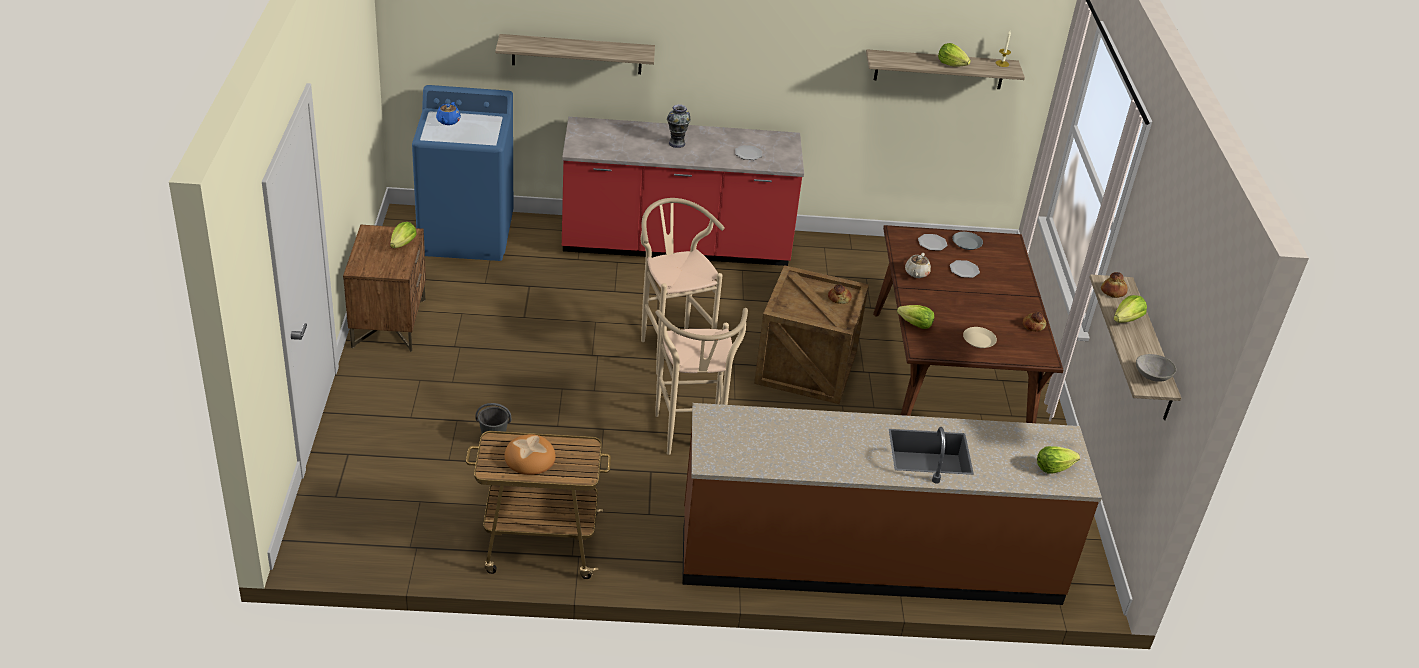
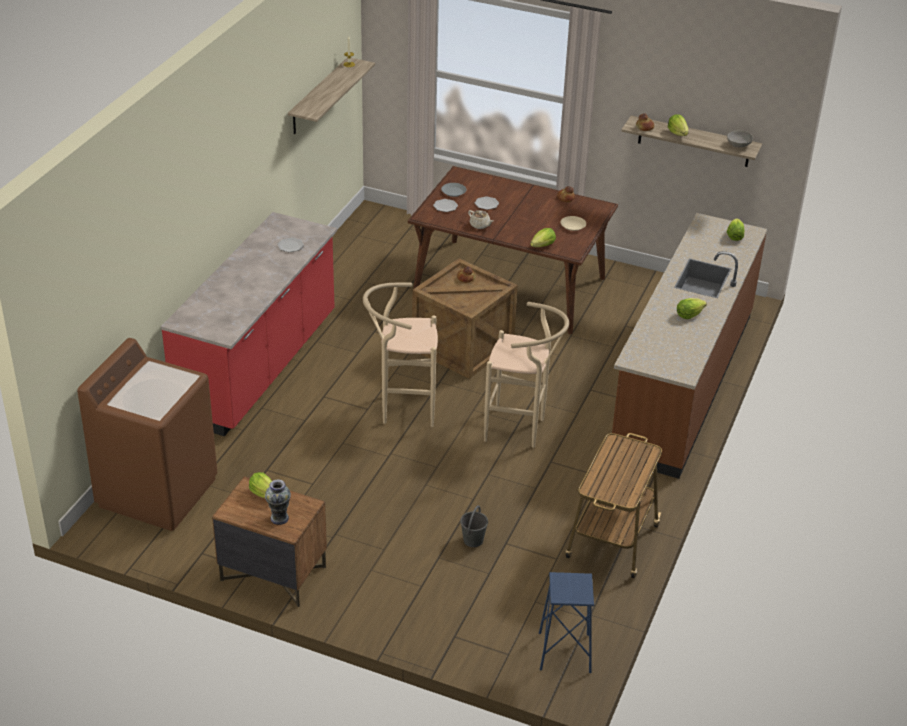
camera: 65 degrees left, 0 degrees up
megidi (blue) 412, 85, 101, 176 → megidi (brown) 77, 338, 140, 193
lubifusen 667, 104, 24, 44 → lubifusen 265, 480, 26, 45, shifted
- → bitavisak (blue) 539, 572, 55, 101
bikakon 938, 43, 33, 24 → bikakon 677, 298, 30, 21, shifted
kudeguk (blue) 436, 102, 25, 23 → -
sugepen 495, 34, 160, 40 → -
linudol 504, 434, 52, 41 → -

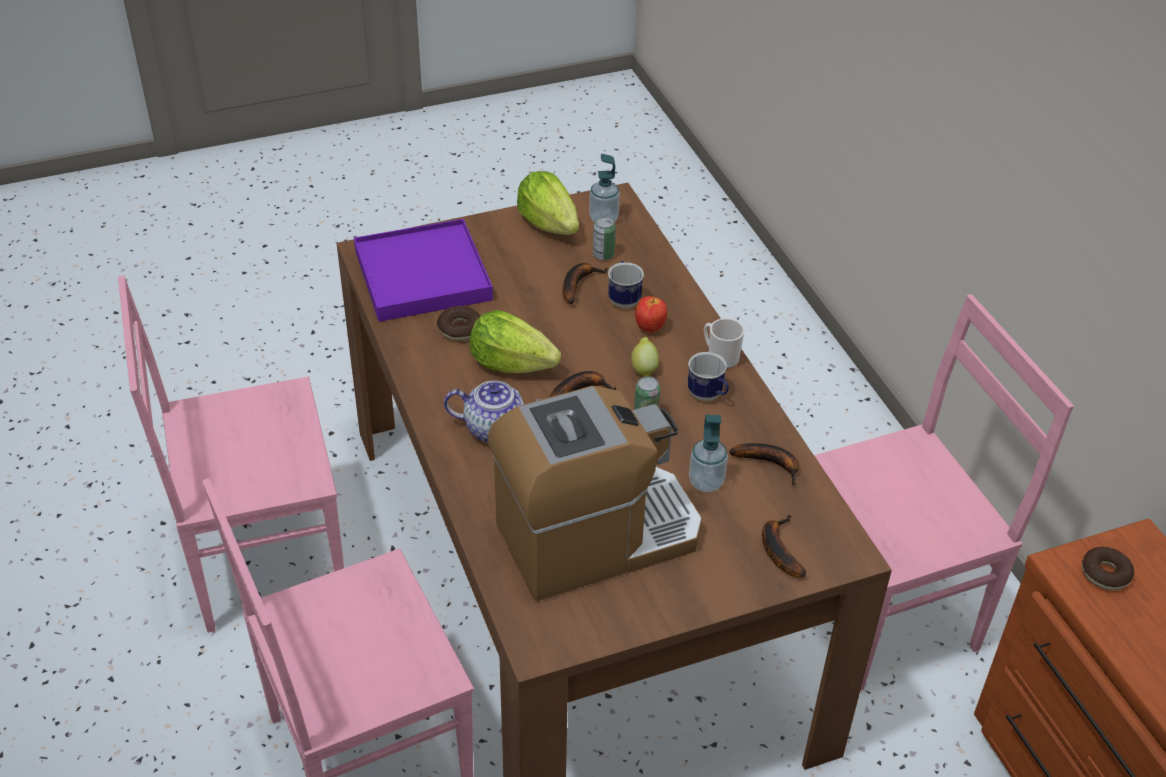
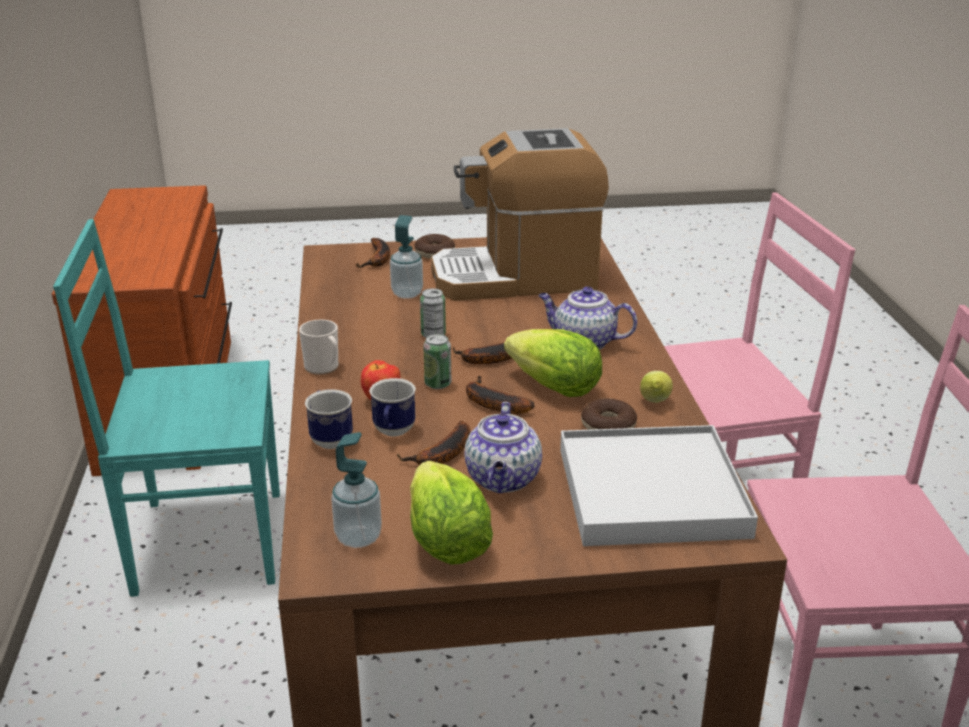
camera: 165 degrees left, 15 degrees down
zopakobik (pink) 814, 294, 260, 397 → zopakobik (turquoise) 53, 219, 227, 378
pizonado 687, 352, 42, 49 → pizonado 305, 390, 48, 59, shifted
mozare 1082, 547, 52, 44 → mozare 414, 234, 41, 25, shifted
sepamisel 593, 217, 23, 43 → sepamisel 423, 334, 28, 55, shifted
- → kudeguk 465, 402, 77, 91
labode 729, 443, 70, 43 → labode 466, 376, 69, 38, shifted
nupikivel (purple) 354, 219, 139, 103 → nupikivel (white) 560, 425, 198, 121
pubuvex 631, 337, 28, 39 → pubuvex 640, 371, 33, 32, shifted

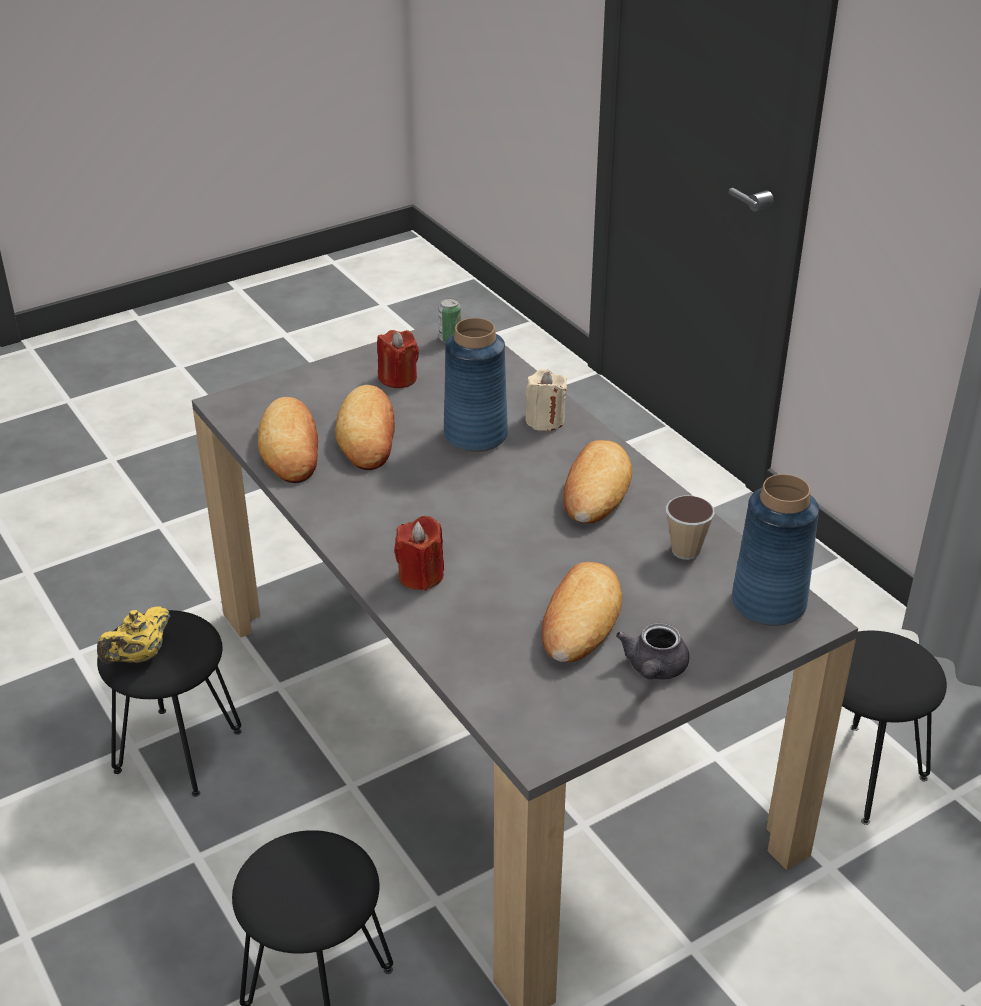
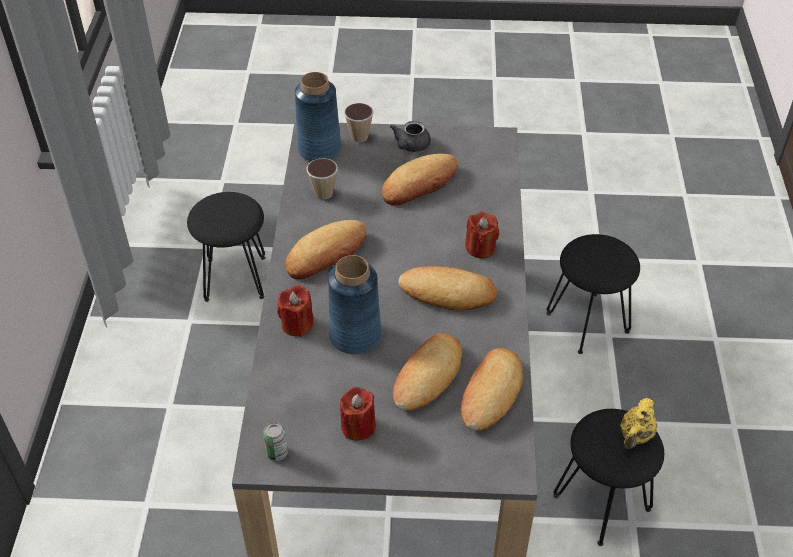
camera: 145 degrees left, 10 degrees up
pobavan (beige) 526, 369, 41, 62 → pobavan (red) 277, 285, 36, 52
- → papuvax 344, 103, 30, 39
kudeguk (grey) 616, 623, 73, 57 → kudeguk (grey) 390, 121, 41, 31, 150 degrees clockwise
- → linudol 398, 266, 99, 44
kudeguk (yellow) 97, 606, 74, 58 → kudeguk (yellow) 620, 398, 37, 51, 135 degrees clockwise

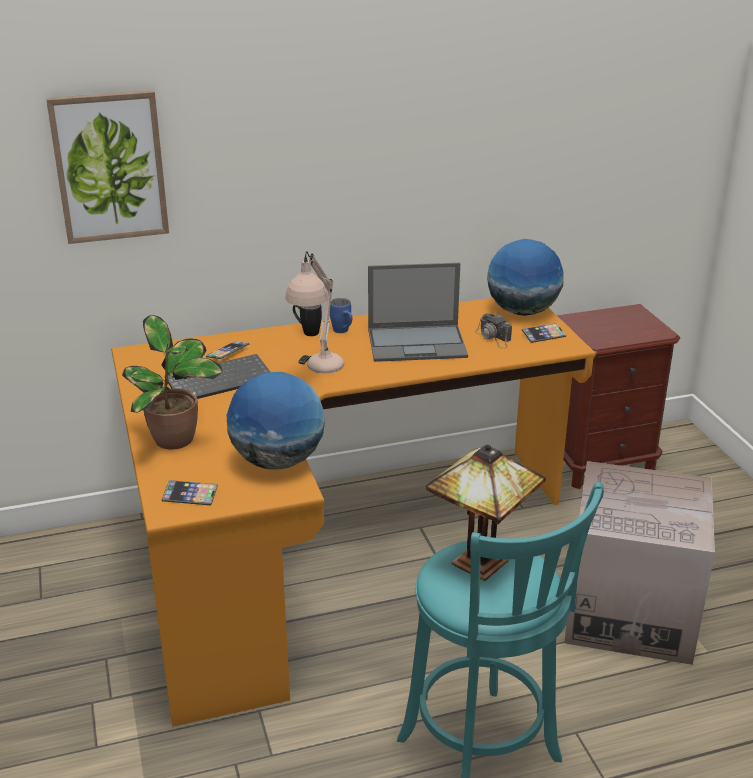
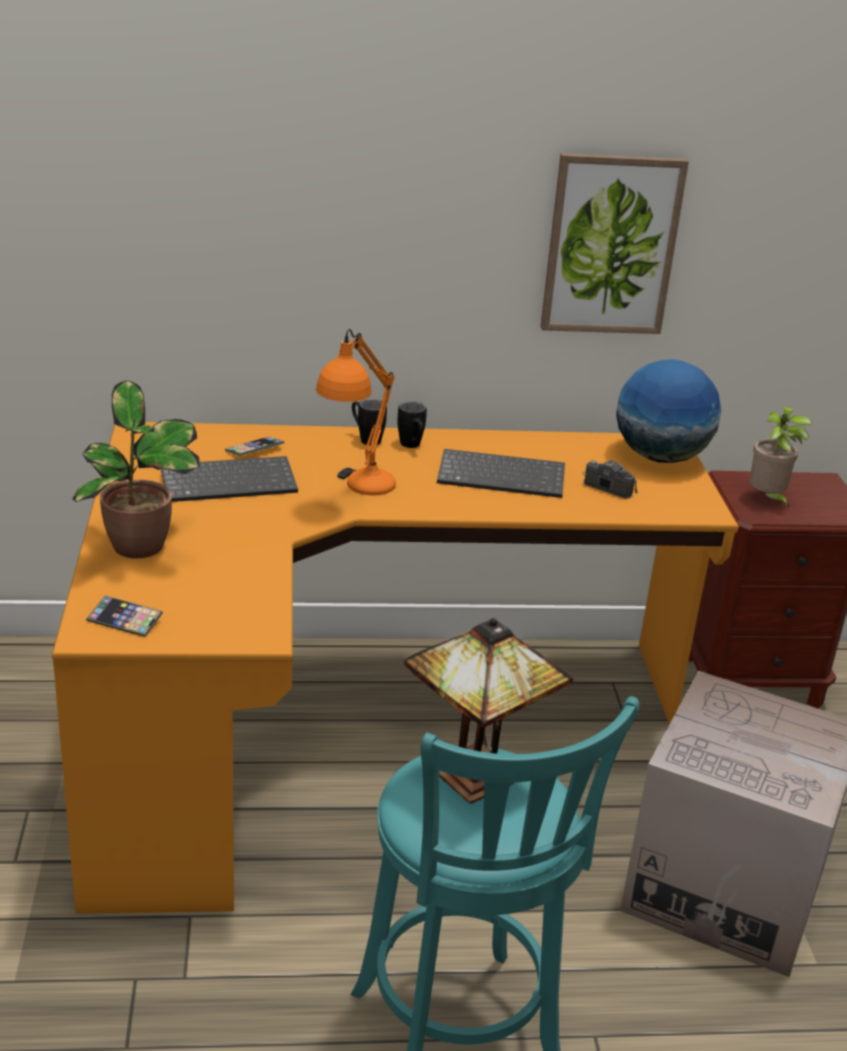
camera: 10 degrees right, 0 degrees up
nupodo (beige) 286, 251, 58, 122 → nupodo (orange) 316, 329, 80, 167
pizonado (blue) 330, 298, 22, 35 → pizonado (black) 397, 401, 30, 47
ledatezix 368, 263, 100, 99 → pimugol 437, 449, 128, 49
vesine 46, 90, 123, 154 → vesine 540, 153, 149, 181, shifted
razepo 475, 313, 37, 36 → razepo 582, 460, 56, 39, 150 degrees clockwise
- → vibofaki 750, 406, 62, 102
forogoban 227, 372, 98, 98 → -
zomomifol 522, 323, 44, 20 → -

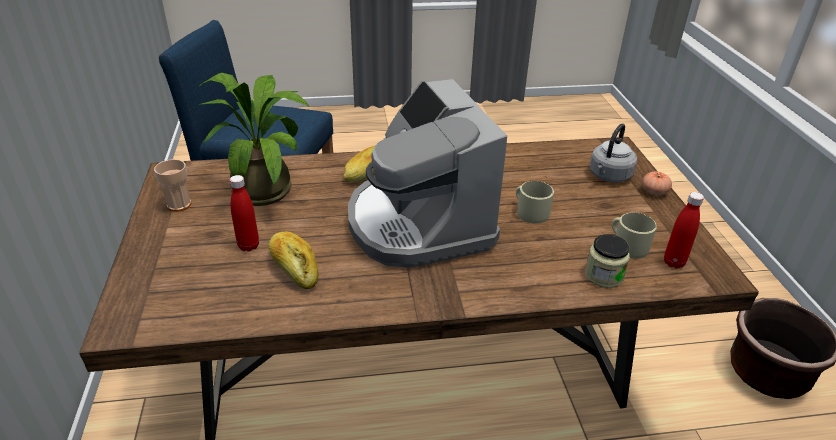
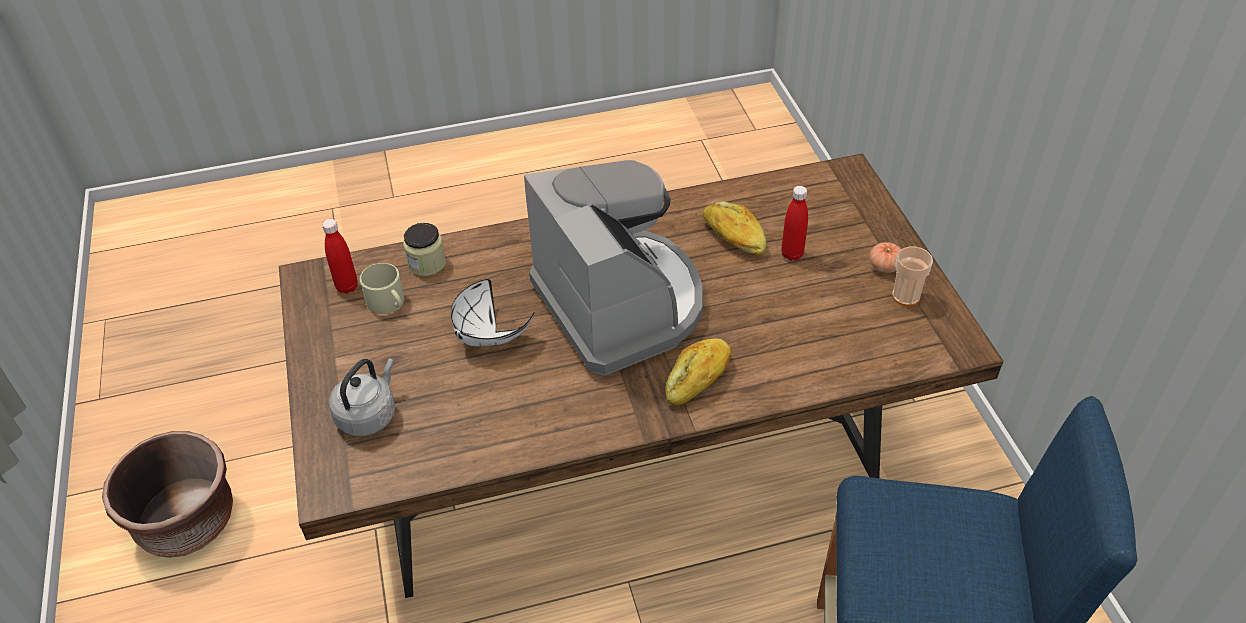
camera: 175 degrees right, 10 degrees up
pizonado (beige) 516, 181, 38, 43 → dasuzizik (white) 451, 279, 84, 68
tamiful 642, 172, 30, 23 → tamiful 869, 242, 32, 31, shifted
vibofaki 199, 73, 110, 133 → -

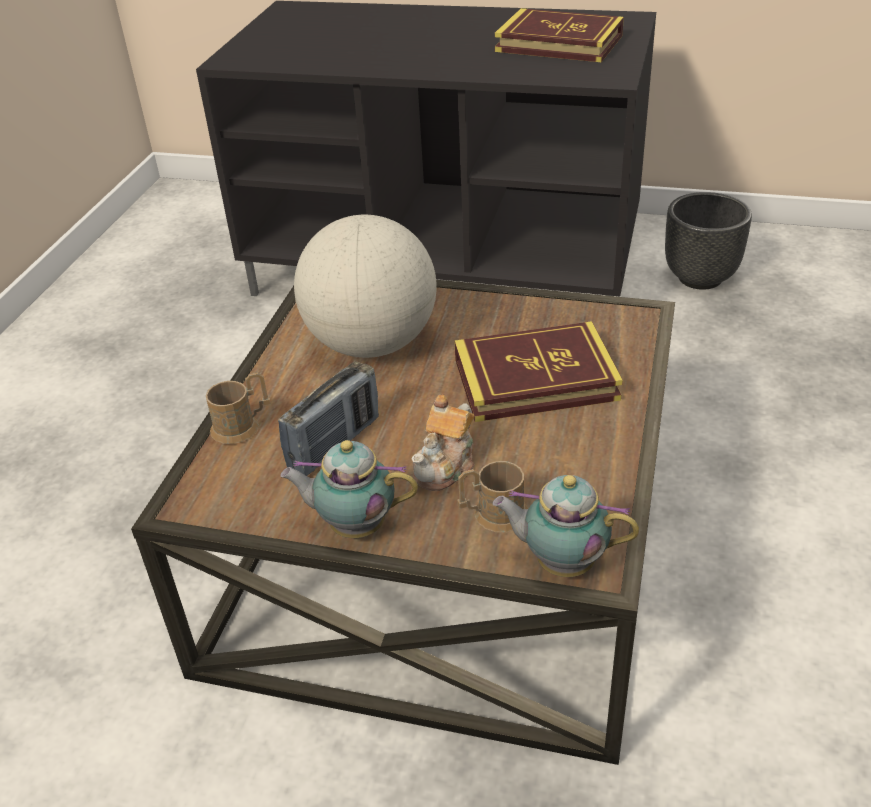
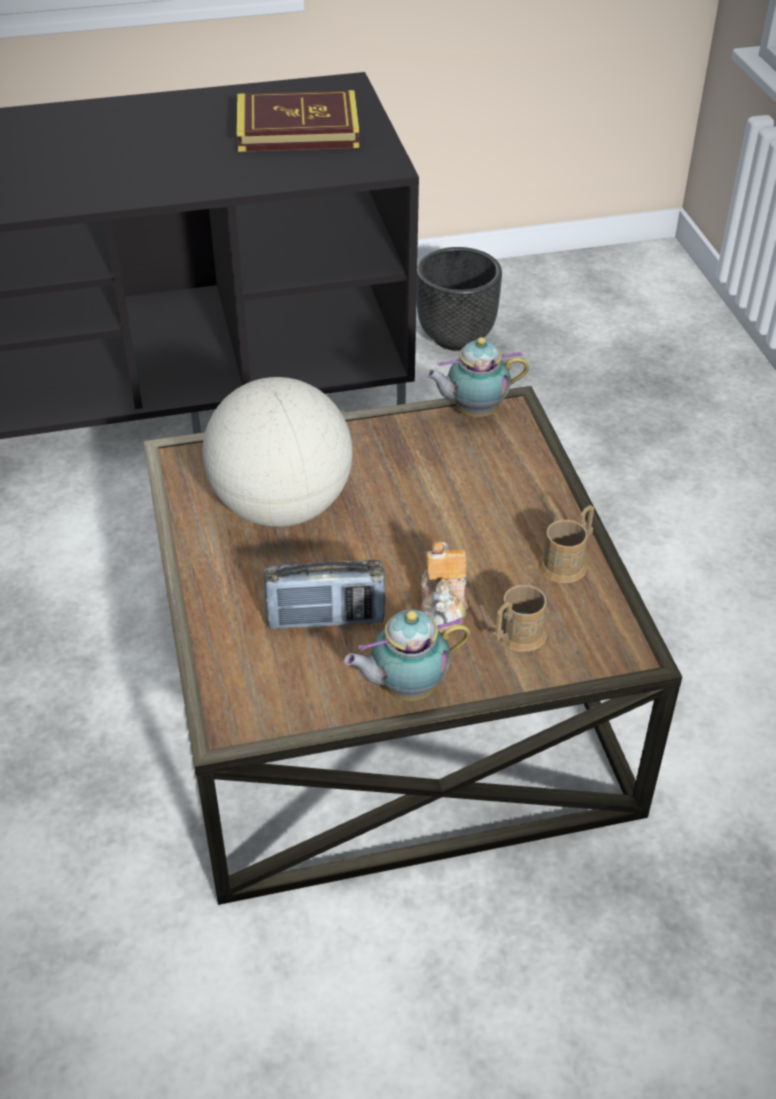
camera: 30 degrees left, 5 degrees up
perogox 278, 361, 101, 115 → perogox 264, 560, 121, 69, 75 degrees clockwise
kudeguk 493, 475, 146, 102 → kudeguk 425, 337, 104, 80, shifted
pizonado (brown) 206, 373, 65, 71 → pizonado (brown) 538, 505, 56, 78, shifted
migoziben 455, 321, 168, 101 → -

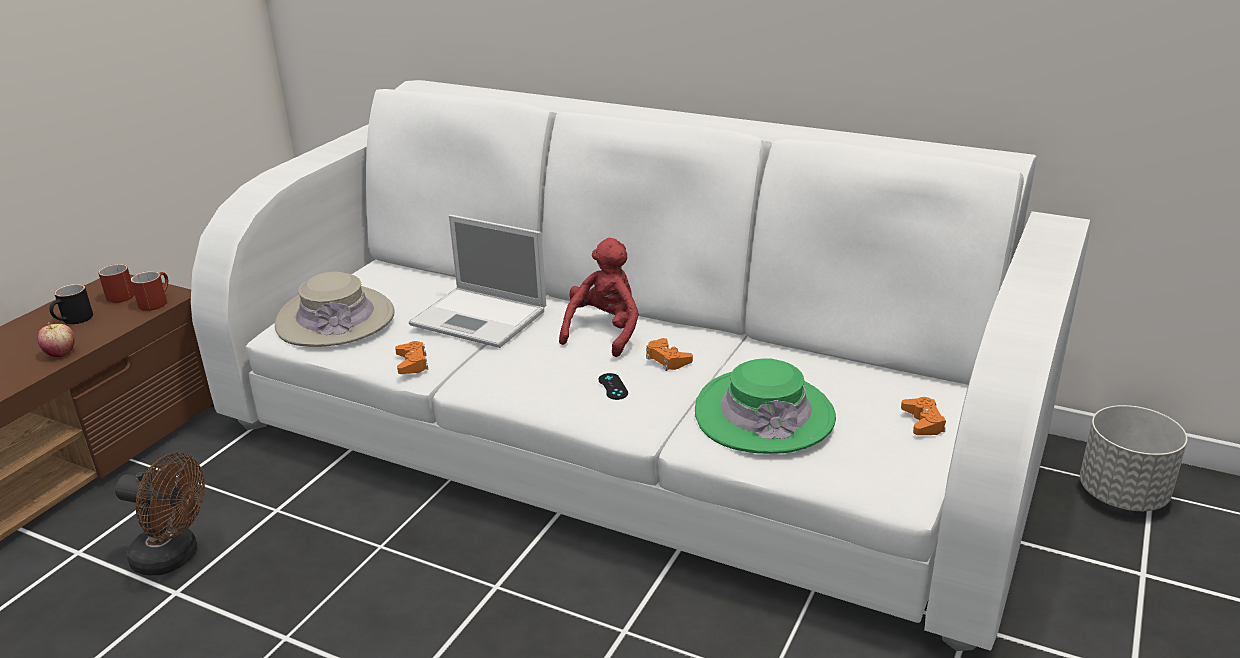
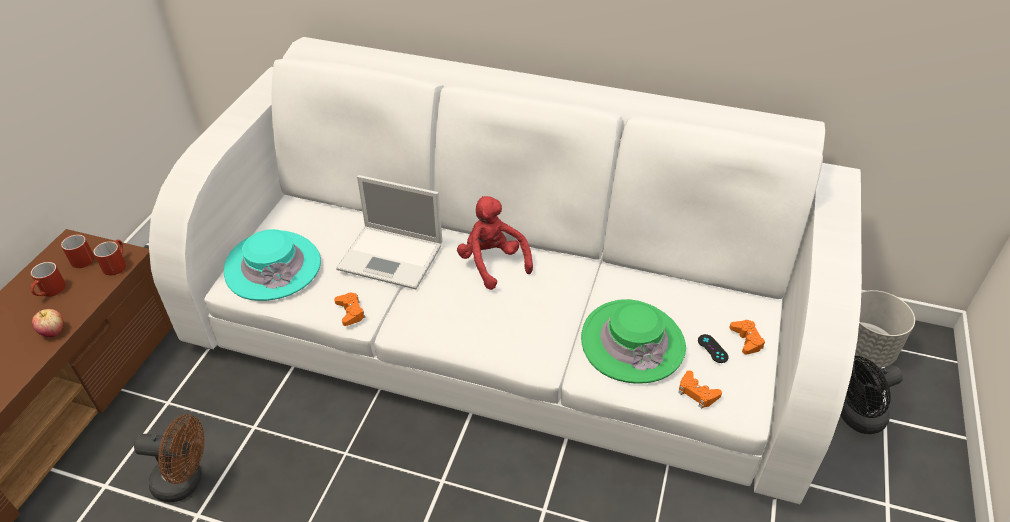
camera: 10 degrees left, 15 degrees up
pizonado (black) 49, 284, 44, 40 → pizonado (red) 31, 262, 35, 35
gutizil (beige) 275, 272, 119, 75 → gutizil (turquoise) 224, 229, 97, 72
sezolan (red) 559, 238, 80, 119 → sezolan (red) 457, 196, 76, 94, 45 degrees counterclockwise
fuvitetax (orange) 646, 338, 47, 33 → fuvitetax (orange) 678, 370, 44, 38, shifted
fuvitetax (black) 599, 373, 29, 27 → fuvitetax (black) 698, 334, 31, 29, shifted
- → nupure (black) 840, 356, 63, 78

